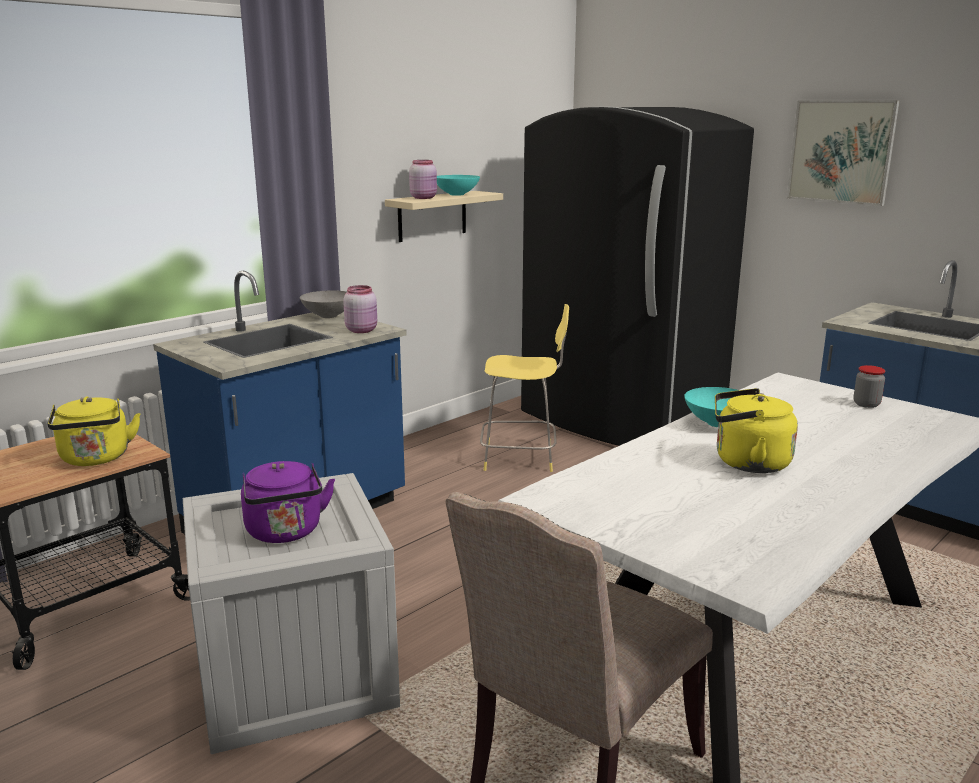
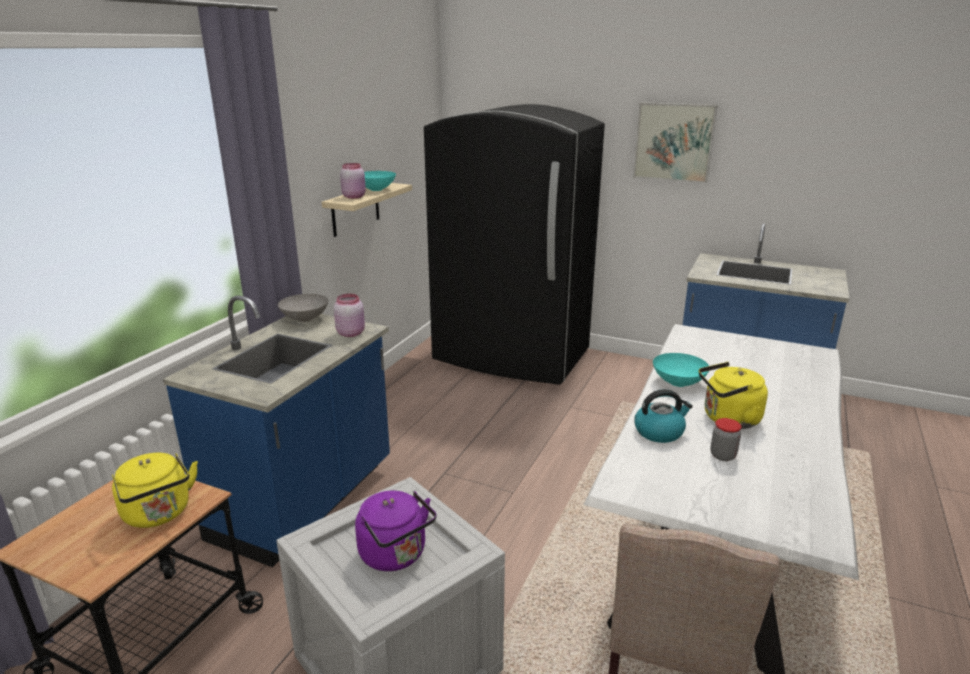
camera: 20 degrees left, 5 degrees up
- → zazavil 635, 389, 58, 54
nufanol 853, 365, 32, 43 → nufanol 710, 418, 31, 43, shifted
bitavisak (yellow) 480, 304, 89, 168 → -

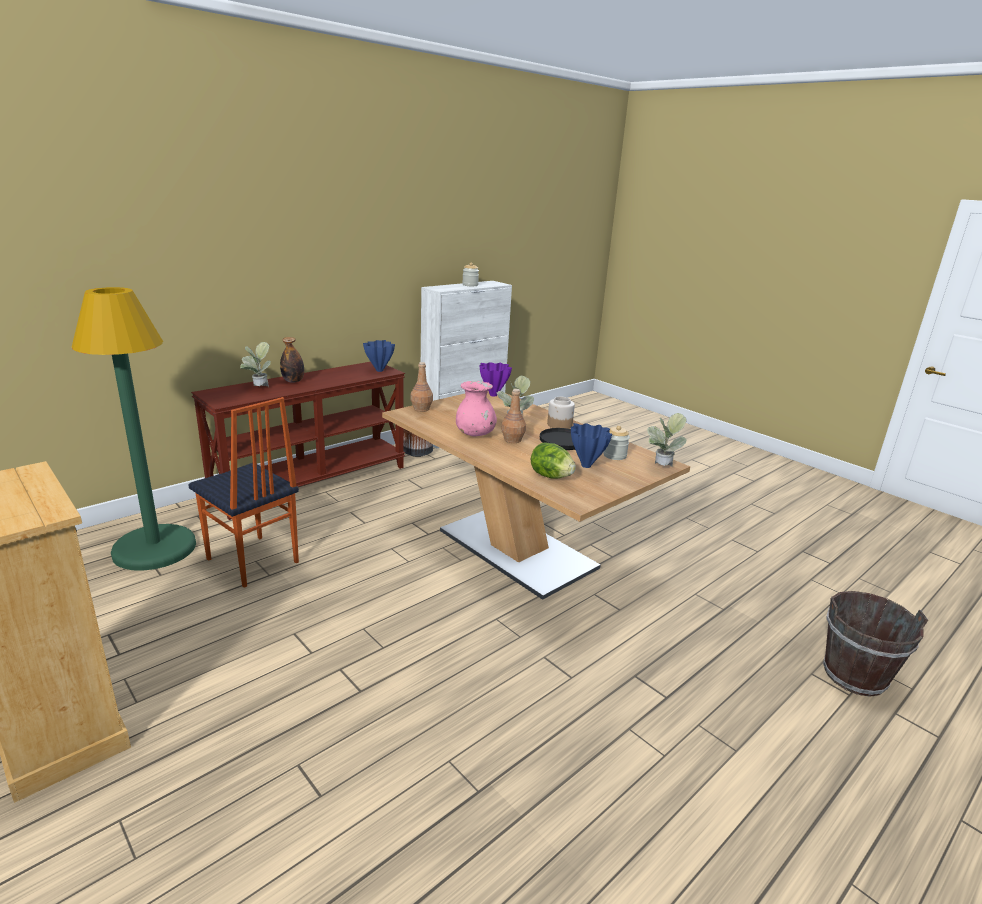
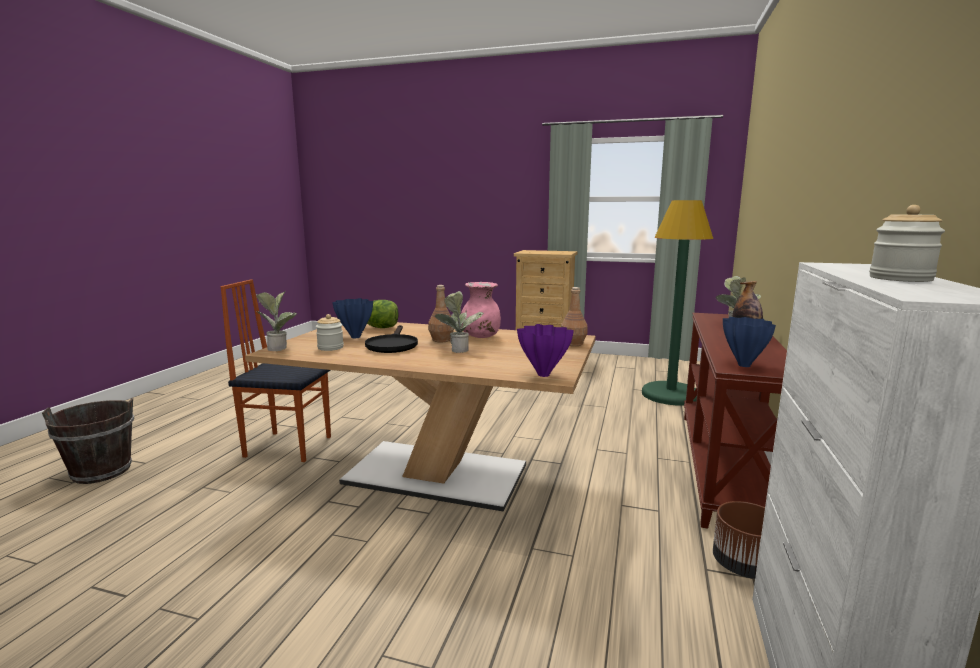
camera: 150 degrees right, 10 degrees down
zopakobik 188, 397, 111, 191 → zopakobik 221, 279, 110, 183, shifted
nufanol 547, 397, 28, 32 → -

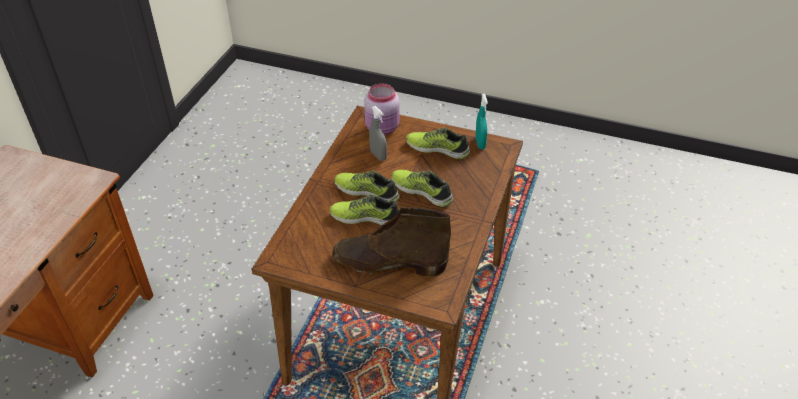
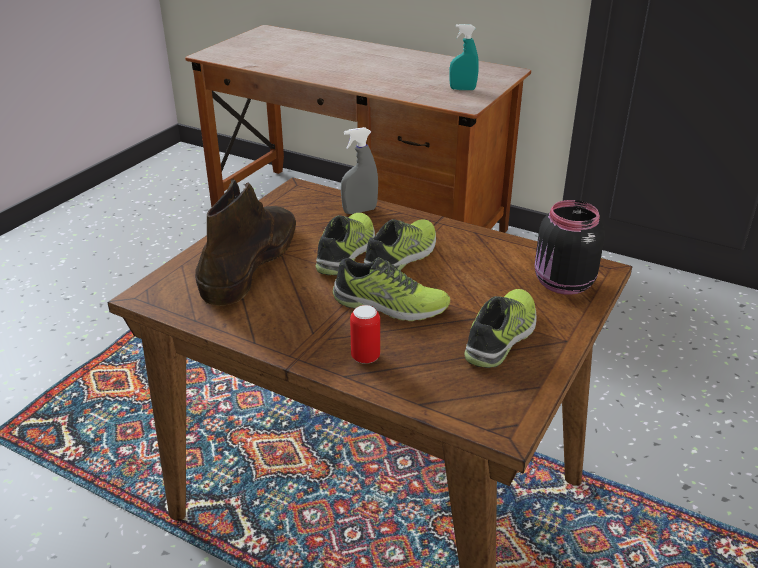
camera: 100 degrees right, 10 degrees down
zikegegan 391, 170, 62, 37 → zikegegan 333, 257, 117, 64, 60 degrees clockwise
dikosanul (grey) 369, 106, 18, 55 → dikosanul (grey) 341, 127, 37, 87, shifted
- → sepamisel 350, 305, 30, 59
dikosanul (turquoise) 475, 94, 13, 55 → dikosanul (turquoise) 449, 24, 30, 66, shifted
nufanol (pink) 364, 83, 36, 52 → nufanol (black) 535, 200, 70, 95

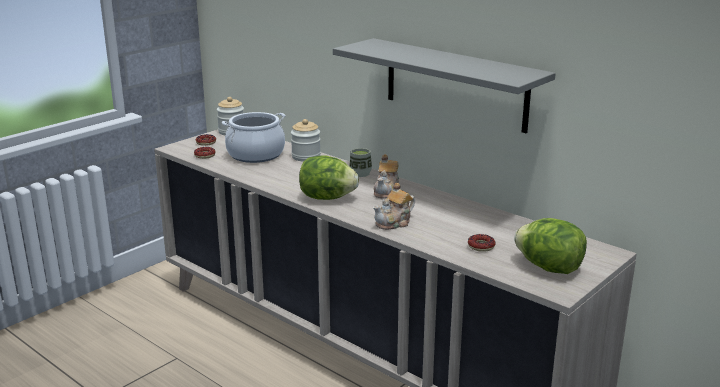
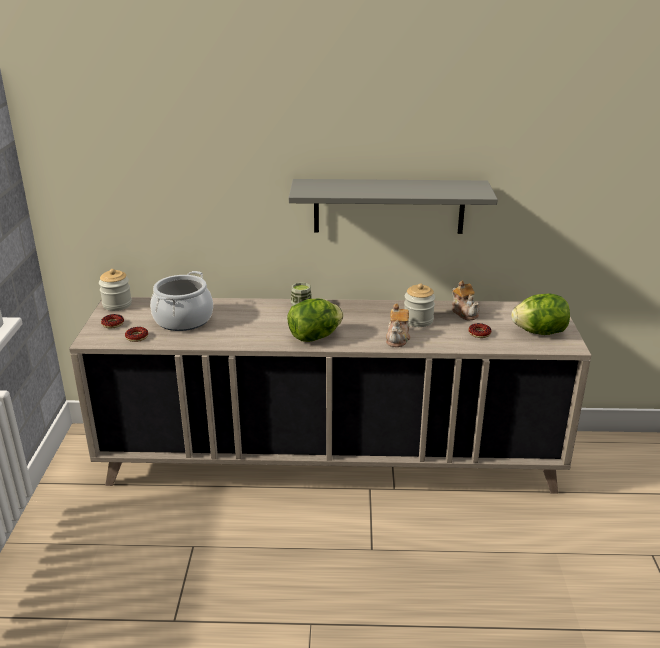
camera: 40 degrees left, 5 degrees up
nufanol 291, 119, 30, 43 → nufanol 404, 283, 31, 44, shifted
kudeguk 374, 154, 25, 45 → kudeguk 452, 280, 28, 41, shifted

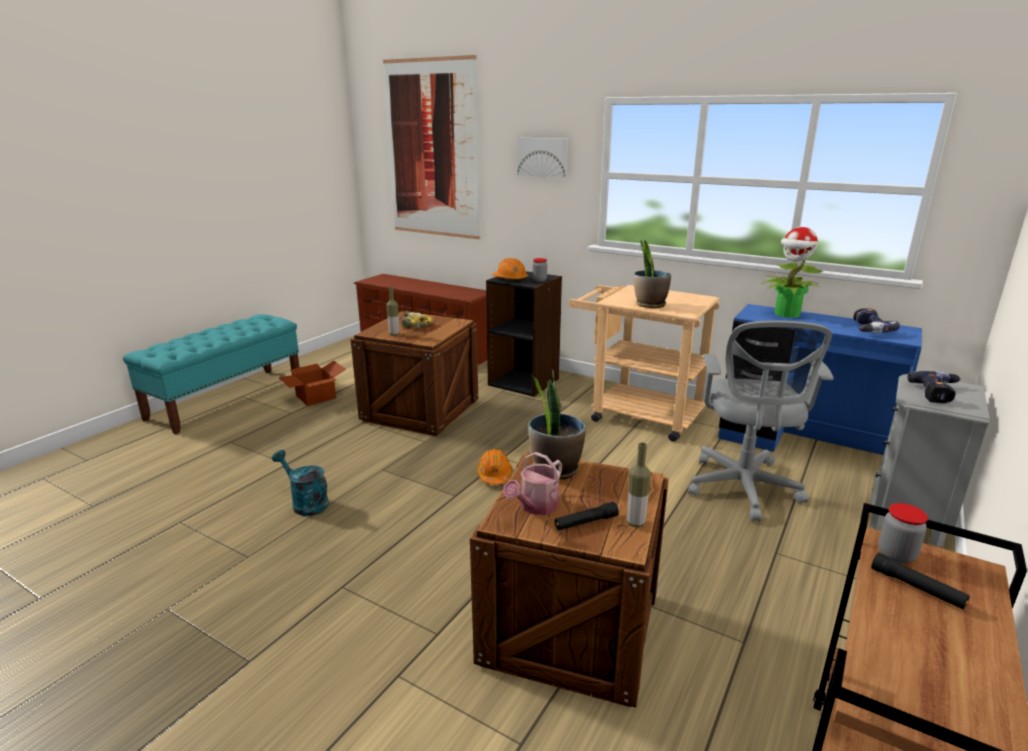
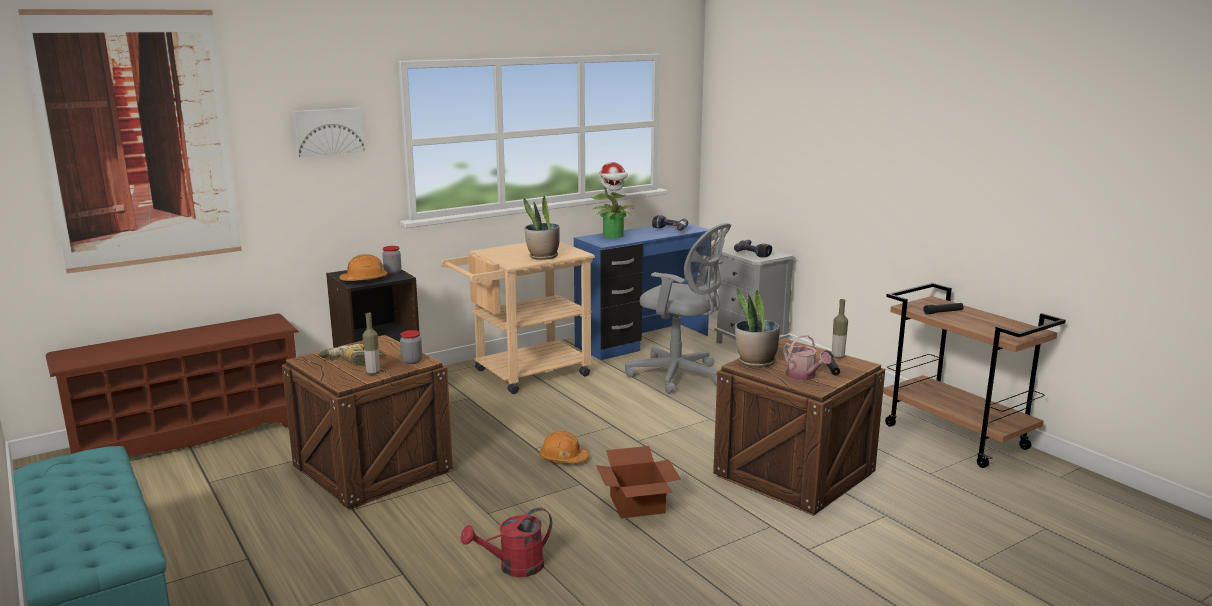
camera: 65 degrees left, 5 degrees down
nufanol 878, 503, 50, 60 → nufanol 400, 330, 22, 34, shifted
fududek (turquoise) 272, 450, 57, 66 → fududek (red) 461, 507, 91, 70
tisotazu 279, 361, 67, 45 → tisotazu 596, 446, 85, 73, shifted

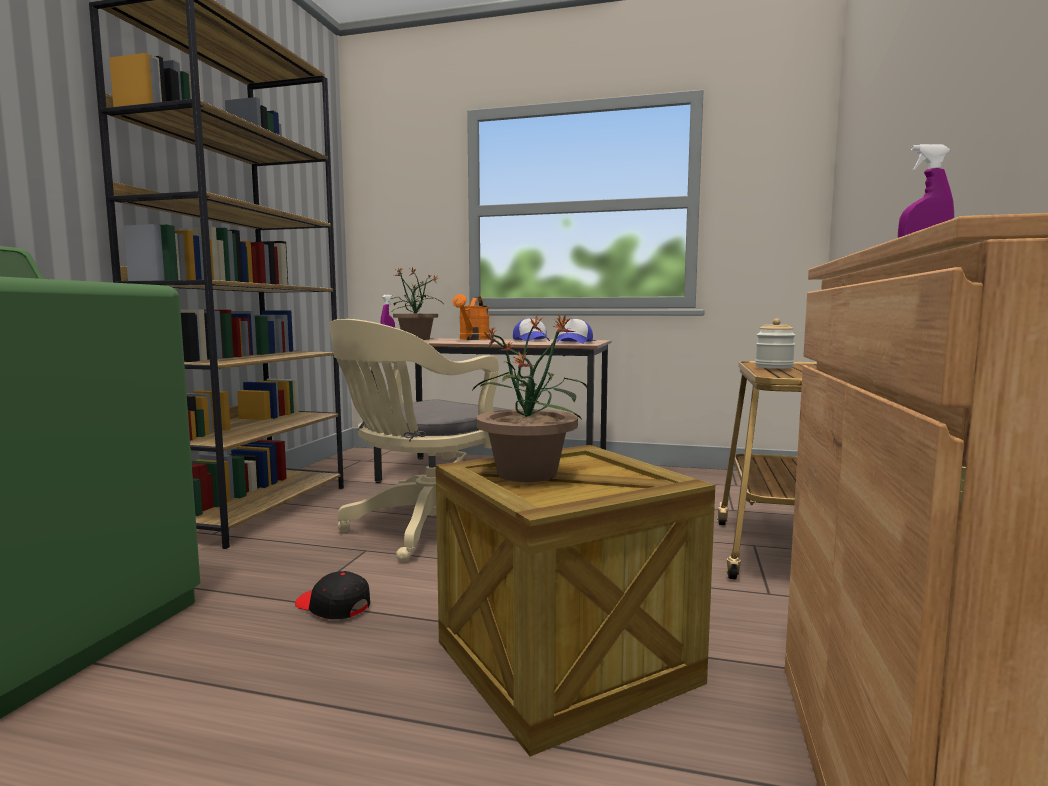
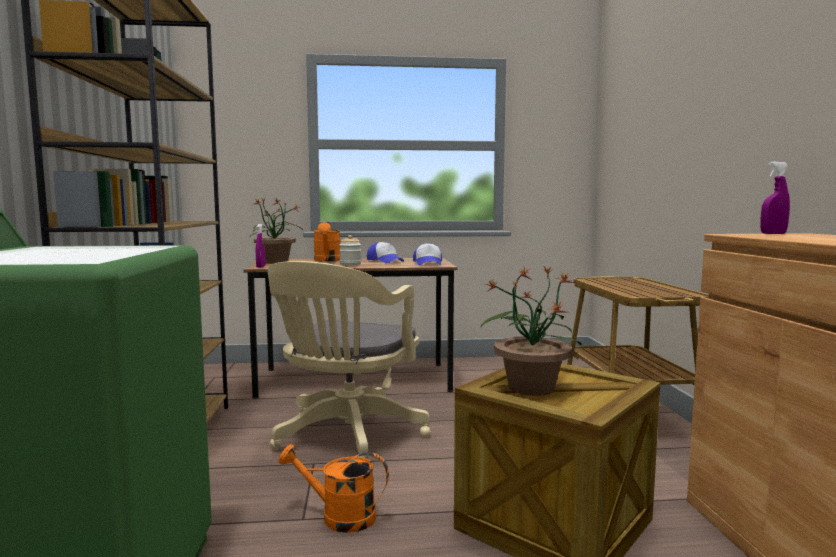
camera: 20 degrees left, 0 degrees up
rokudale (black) 295, 571, 75, 48 → fududek (orange) 278, 444, 111, 89
nufanol 755, 318, 41, 51 → nufanol 339, 235, 22, 30, shifted

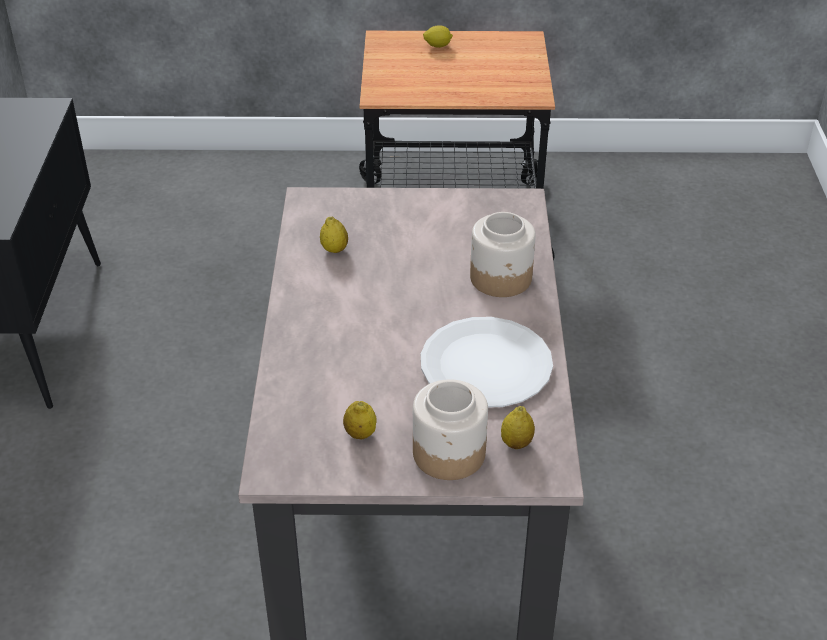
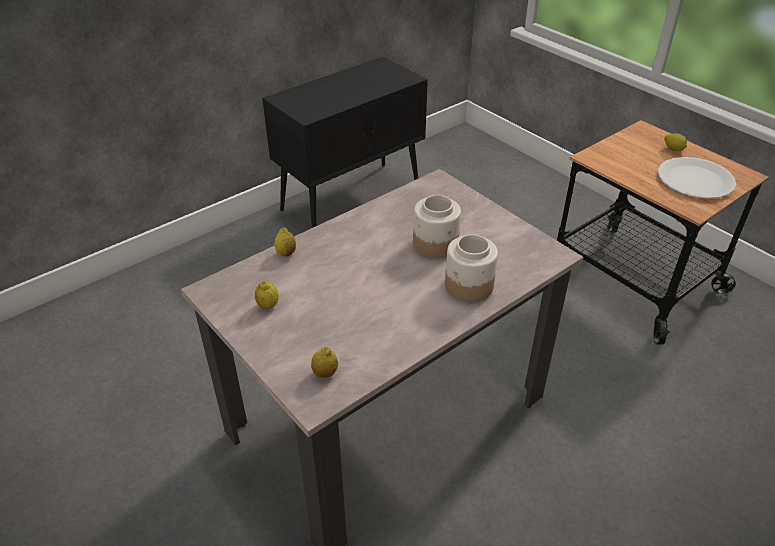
camera: 50 degrees right, 0 degrees up
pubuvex 320, 217, 28, 36 → pubuvex 275, 228, 21, 29, shifted
nufanol 413, 379, 75, 101 → nufanol 413, 195, 48, 63, shifted
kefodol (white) 421, 317, 132, 90 → kefodol (white) 658, 157, 78, 42, shifted

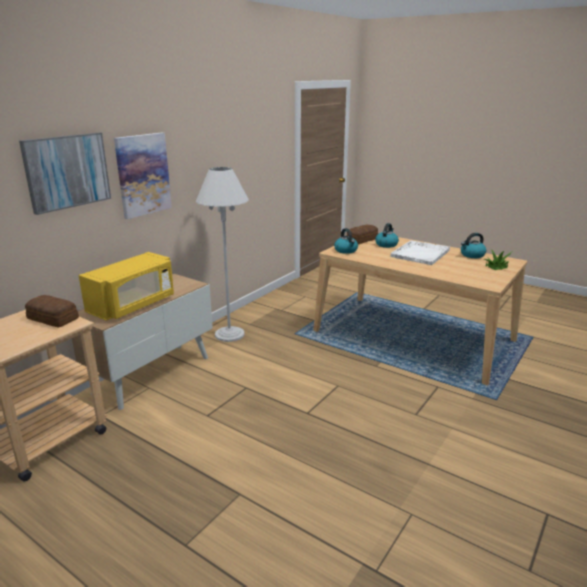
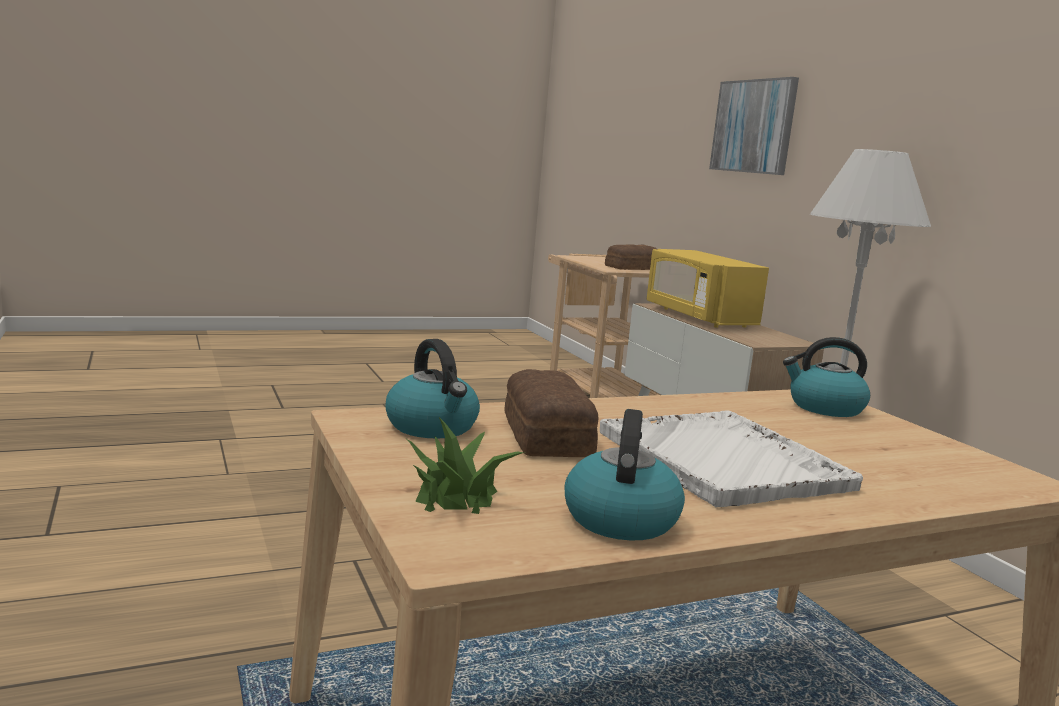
camera: 120 degrees right, 10 degrees down
zazavil 375, 223, 24, 25 → zazavil 385, 339, 95, 100, shifted
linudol 347, 225, 31, 19 → linudol 504, 369, 94, 88, shifted
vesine 114, 132, 58, 87 → -

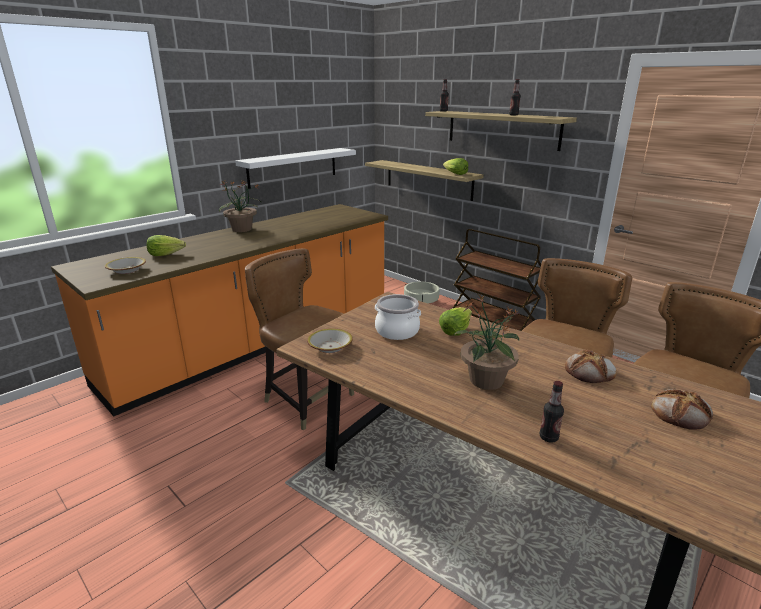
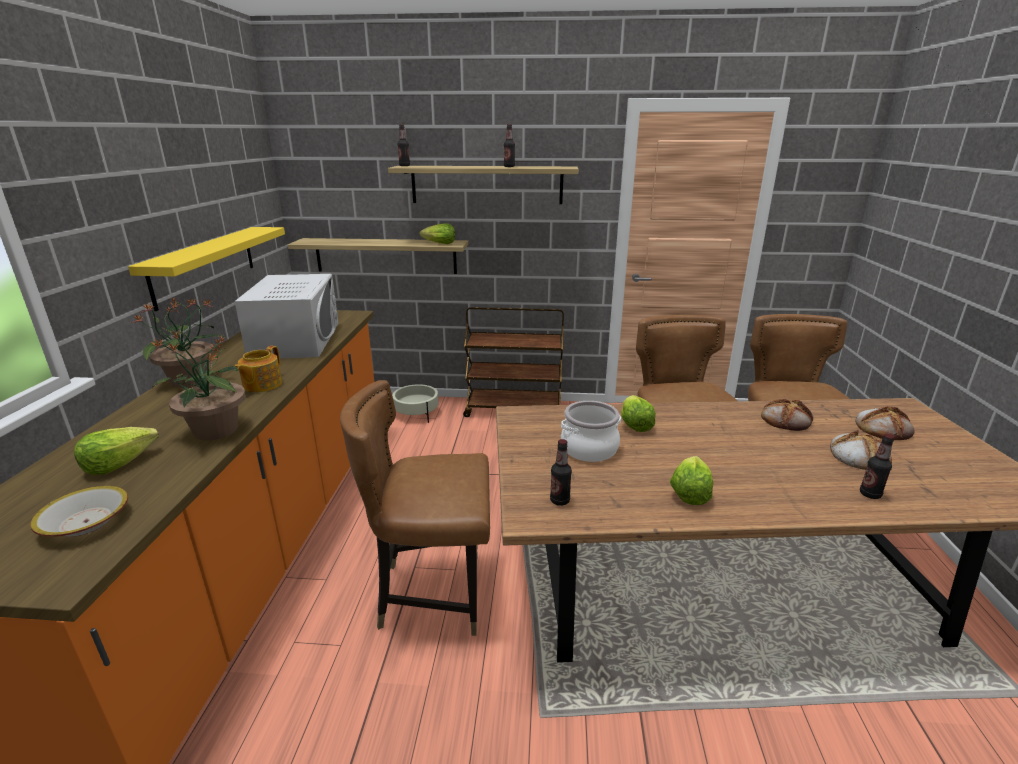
camera: 40 degrees left, 0 degrees up
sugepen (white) 235, 148, 121, 41 → sugepen (yellow) 128, 227, 157, 84
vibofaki 453, 295, 66, 95 → vibofaki 150, 331, 96, 109, shifted
- → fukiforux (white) 234, 274, 104, 85
- → kudeguk 235, 346, 47, 46
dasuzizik 307, 328, 46, 25 → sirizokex 550, 439, 22, 67
- → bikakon 670, 456, 43, 49
- → linudol 830, 430, 62, 40

